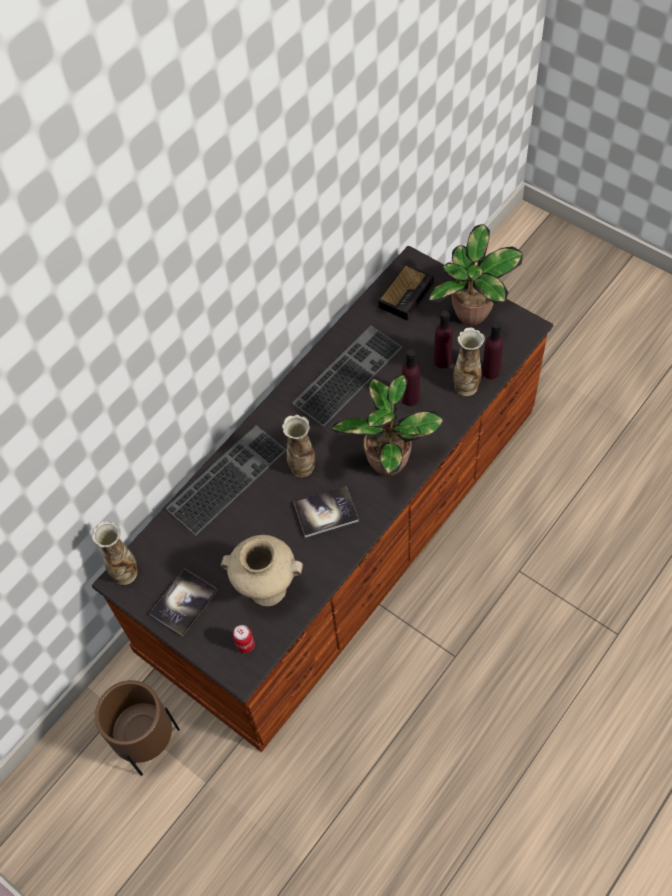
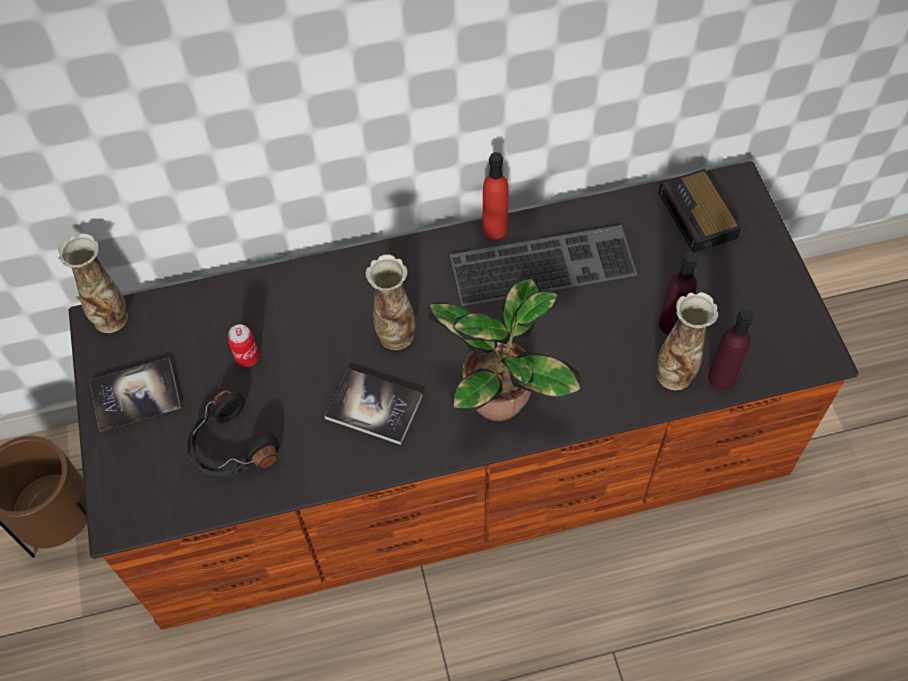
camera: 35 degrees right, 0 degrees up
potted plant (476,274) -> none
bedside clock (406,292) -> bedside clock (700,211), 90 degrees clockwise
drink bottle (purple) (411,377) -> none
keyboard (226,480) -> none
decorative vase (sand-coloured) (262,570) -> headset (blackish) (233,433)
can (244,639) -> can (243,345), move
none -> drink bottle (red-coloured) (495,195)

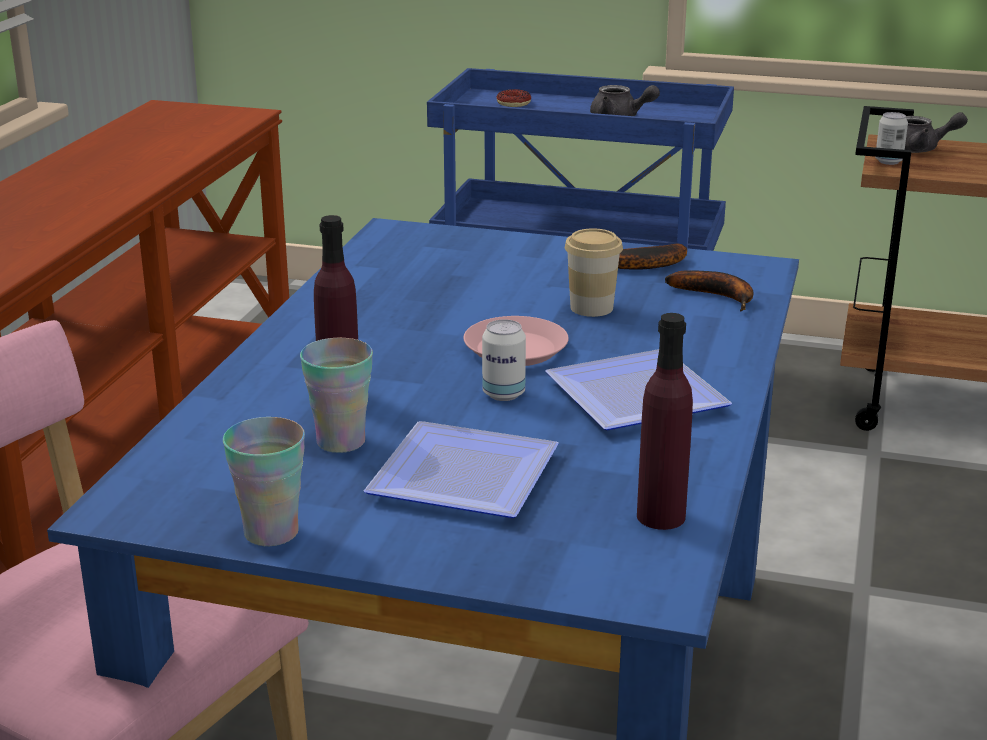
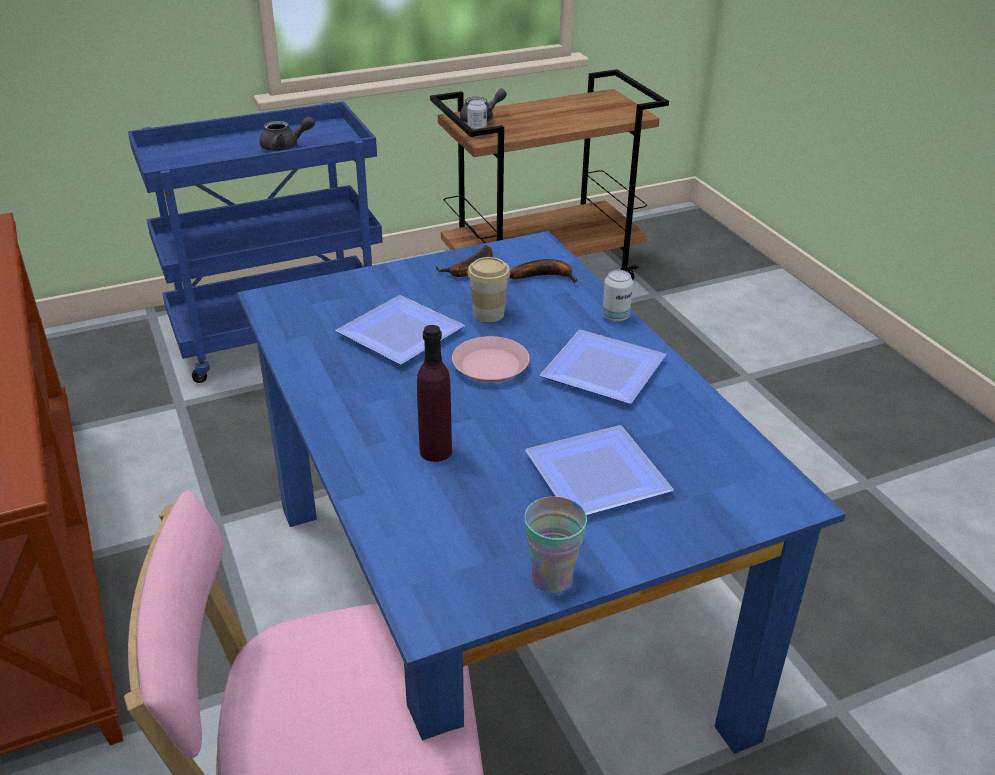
camera: 40 degrees left, 10 degrees up
doughnut (513,98) -> none
drink bottle (purple) (665,421) -> none
can (504,360) -> can (617,296), move
cup (336,395) -> none
none -> plate (400,330)

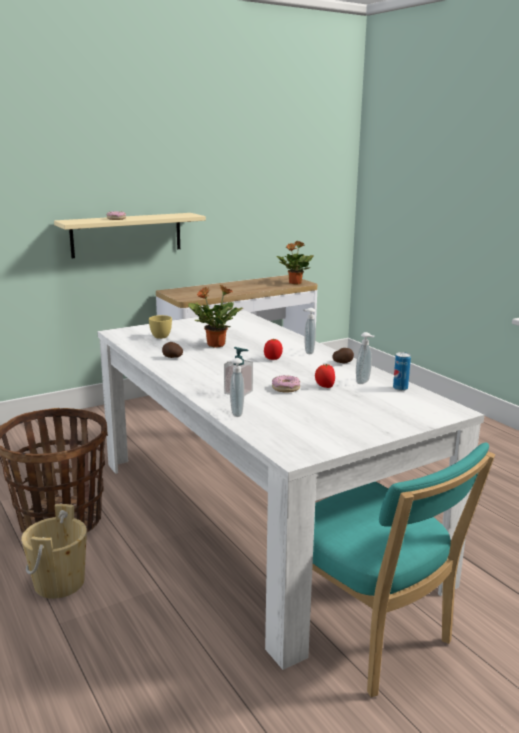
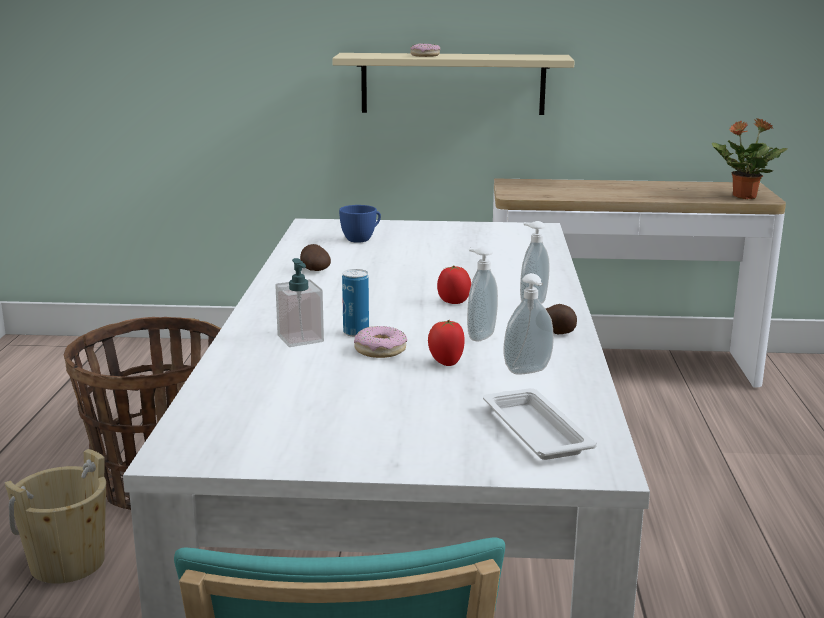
camera: 35 degrees right, 0 degrees up
potted plant (215,316) -> none
cup (yellow) (160,327) -> cup (blue) (360,224)
can (402,371) -> can (355,303), move
liquid soap bottle (235,387) -> liquid soap bottle (482,294), move
none -> carrying tray (white-coloured) (540,424)

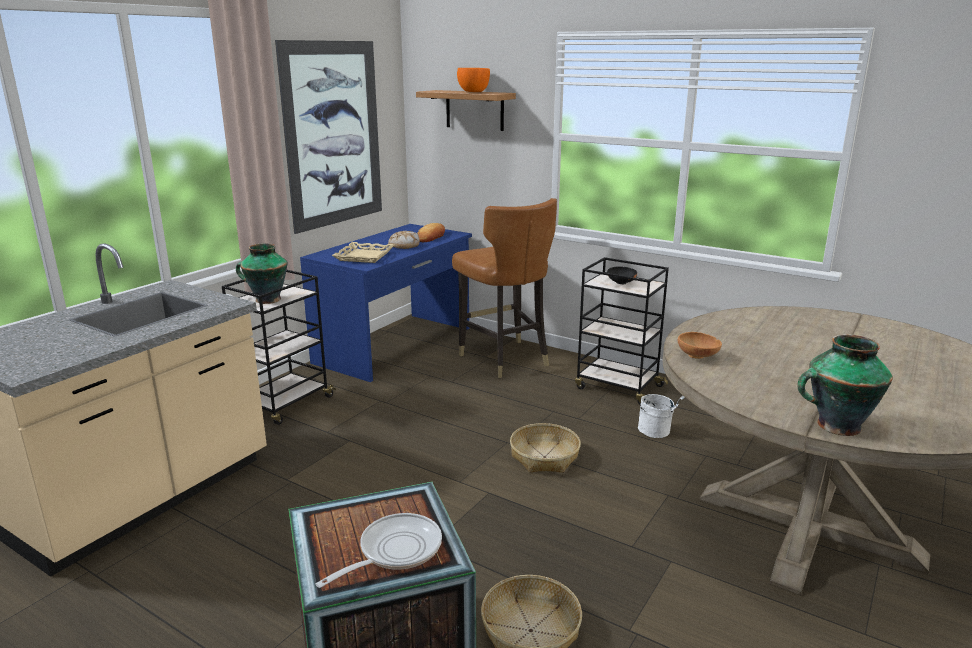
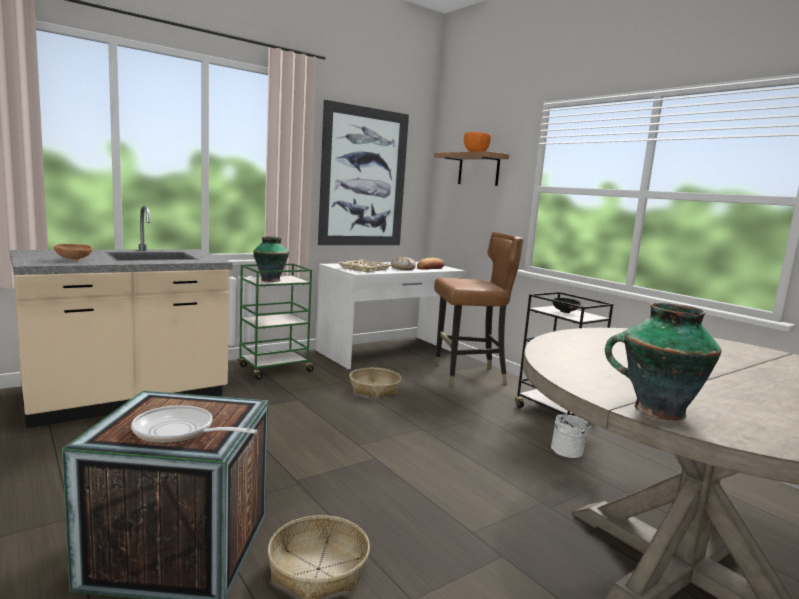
camera: 20 degrees right, 10 degrees down
chair (brownish) (504,288) -> chair (brownish) (479,309), 90 degrees counterclockwise
desk unit (blue) (386,303) -> desk unit (white-coloured) (391,315)
trolley (blackish) (279,347) -> trolley (green-coloured) (277,322)
bowl (brownish) (700,345) -> bowl (brownish) (73,252), move
basket (545,448) -> basket (375,383), move
frying pan (378,550) -> frying pan (194,424), 135 degrees counterclockwise

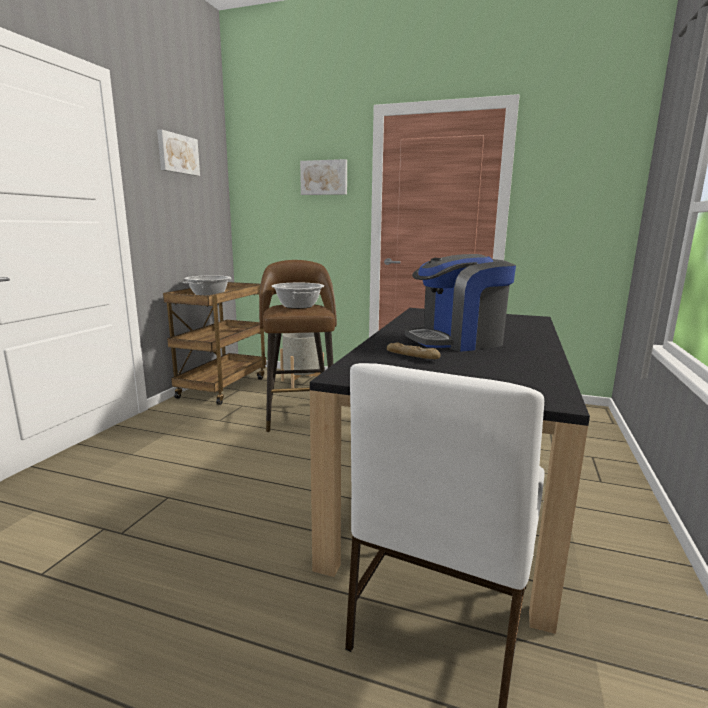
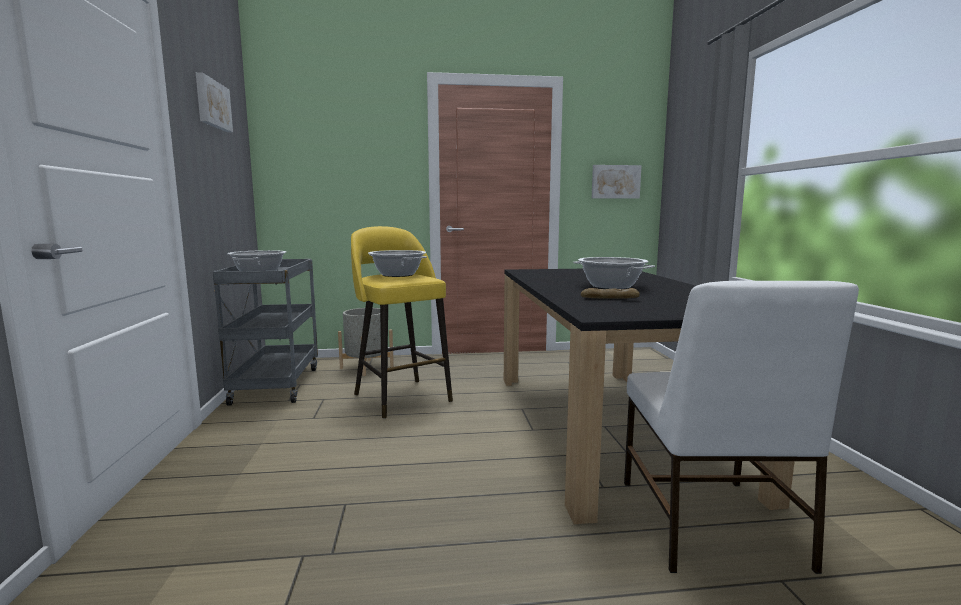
camera: 25 degrees left, 5 degrees down
wall picture (323,177) -> wall picture (617,182), move
coffee maker (460,303) -> saucepot (614,273)
stool seat (brownish) (298,346) -> stool seat (yellow) (402,322)
trolley (brownish) (214,343) -> trolley (gray) (265,332)

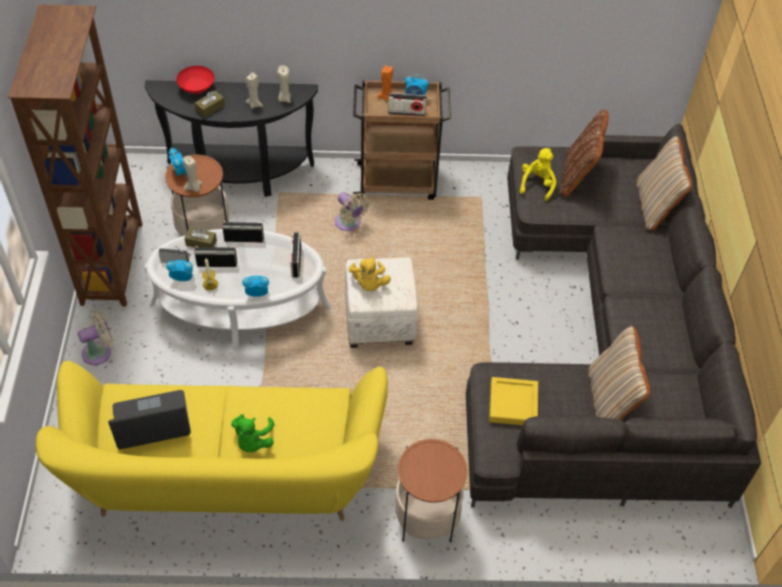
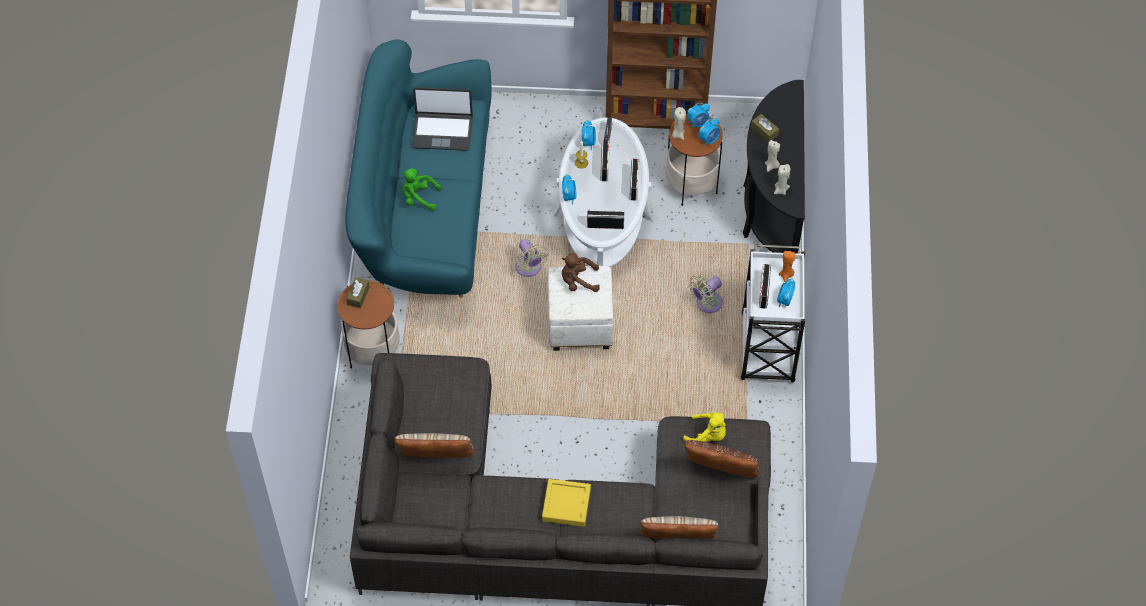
camera: 95 degrees right, 5 degrees up
bowl (red-coloured) (195,80) -> none
trolley (brownish) (402,140) -> trolley (white-coloured) (773,313)
tissue box (brownish) (201,238) -> tissue box (brownish) (358,292), move
cuddly toy (yellow) (370,274) -> cuddly toy (brownish) (581,272)
electric fan (sand-coloured) (96,338) -> electric fan (sand-coloured) (532,258), move
sofa (yellow) (212,441) -> sofa (turquoise) (418,168)
carrying tray (yellow) (513,401) -> carrying tray (yellow) (566,503), move
laptop (149,419) -> laptop (442,119), 105 degrees clockwise
none -> bedside clock (709,132)

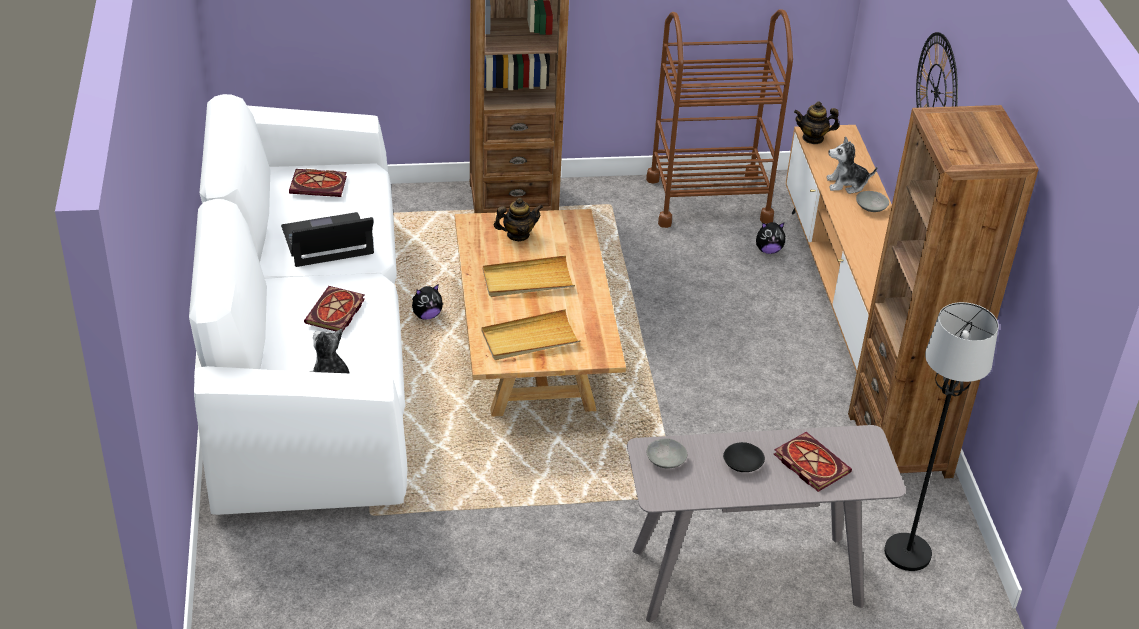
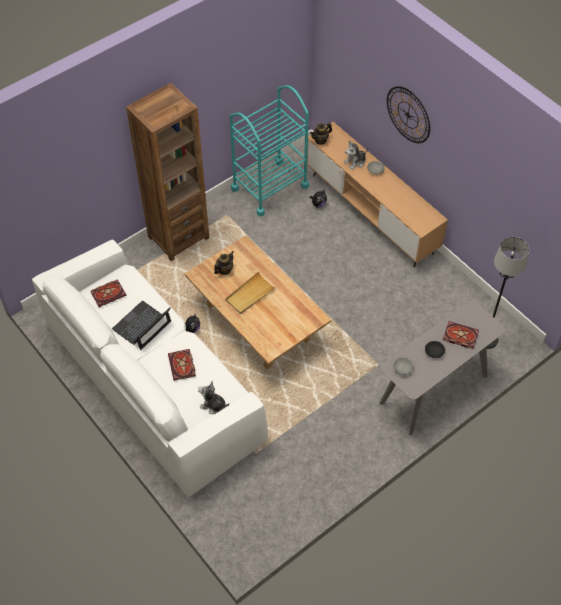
camera: 30 degrees left, 15 degrees up
trolley (brownish) (719,118) -> trolley (turquoise) (269,151)
bookshelf (brownish) (943,291) -> none
carrying tray (sand-coloured) (531,334) -> none

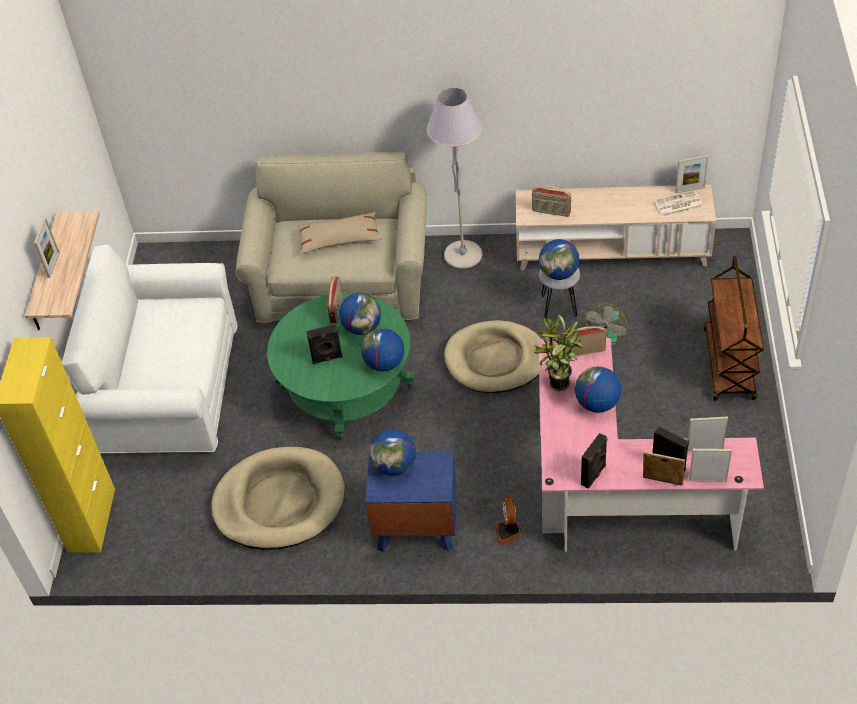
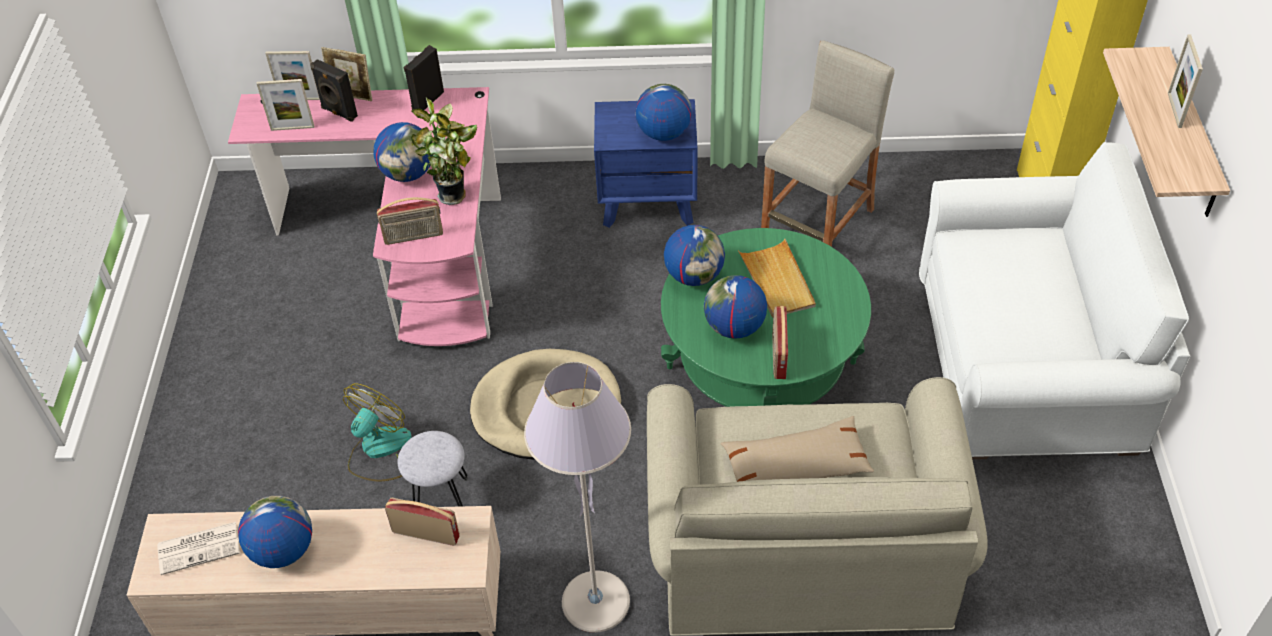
camera: 175 degrees right, 0 degrees up
picture frame (691,174) -> none
world globe (559,259) -> world globe (275,532), move
trolley (brownish) (734,328) -> none
audio speaker (blackish) (324,344) -> carrying tray (sand-coloured) (777,278)
pet bed (sand-coloured) (278,498) -> stool seat (sand-coloured) (827,143)
electric fan (508,521) -> none

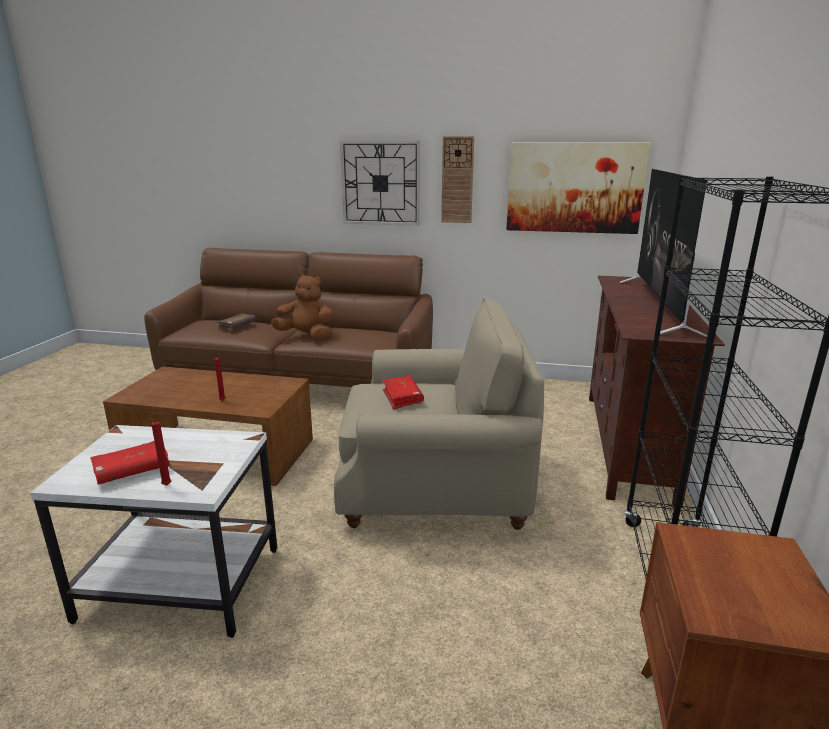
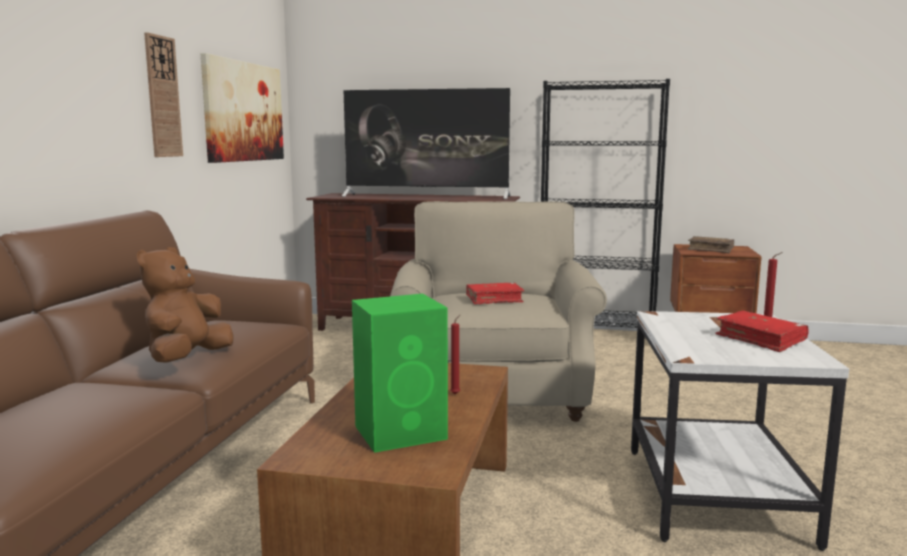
camera: 90 degrees left, 10 degrees down
wall clock (380,183) -> none
bound book (brownish) (236,321) -> bound book (brownish) (711,244), move
none -> audio speaker (green-coloured) (400,373)

